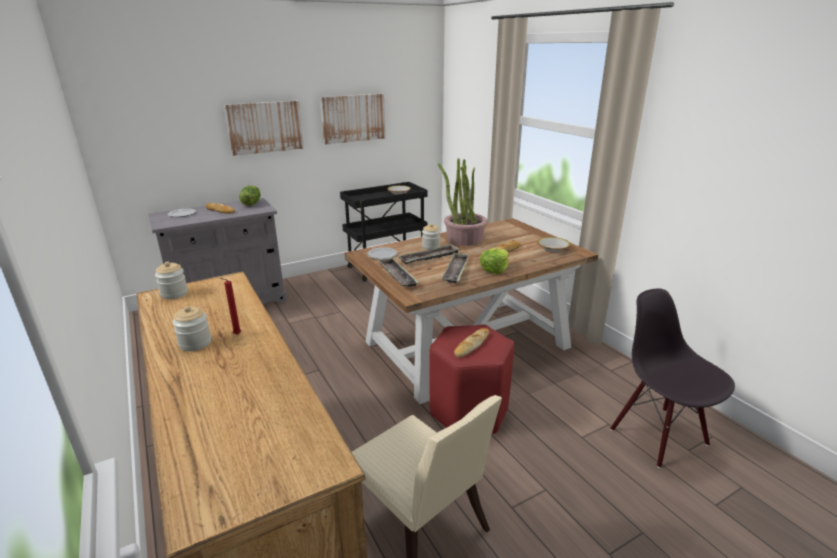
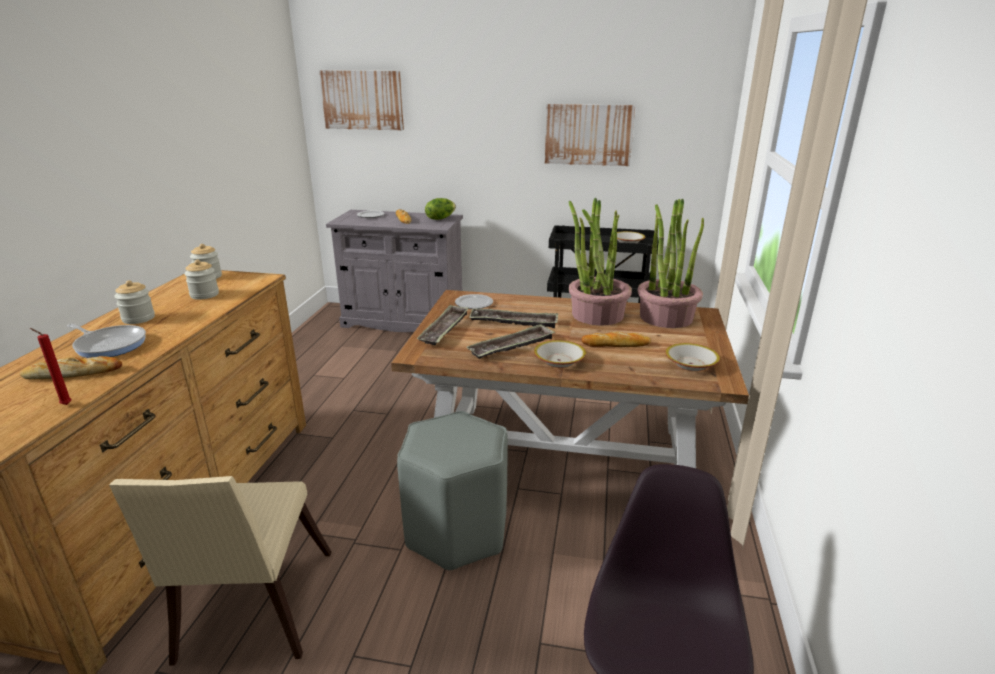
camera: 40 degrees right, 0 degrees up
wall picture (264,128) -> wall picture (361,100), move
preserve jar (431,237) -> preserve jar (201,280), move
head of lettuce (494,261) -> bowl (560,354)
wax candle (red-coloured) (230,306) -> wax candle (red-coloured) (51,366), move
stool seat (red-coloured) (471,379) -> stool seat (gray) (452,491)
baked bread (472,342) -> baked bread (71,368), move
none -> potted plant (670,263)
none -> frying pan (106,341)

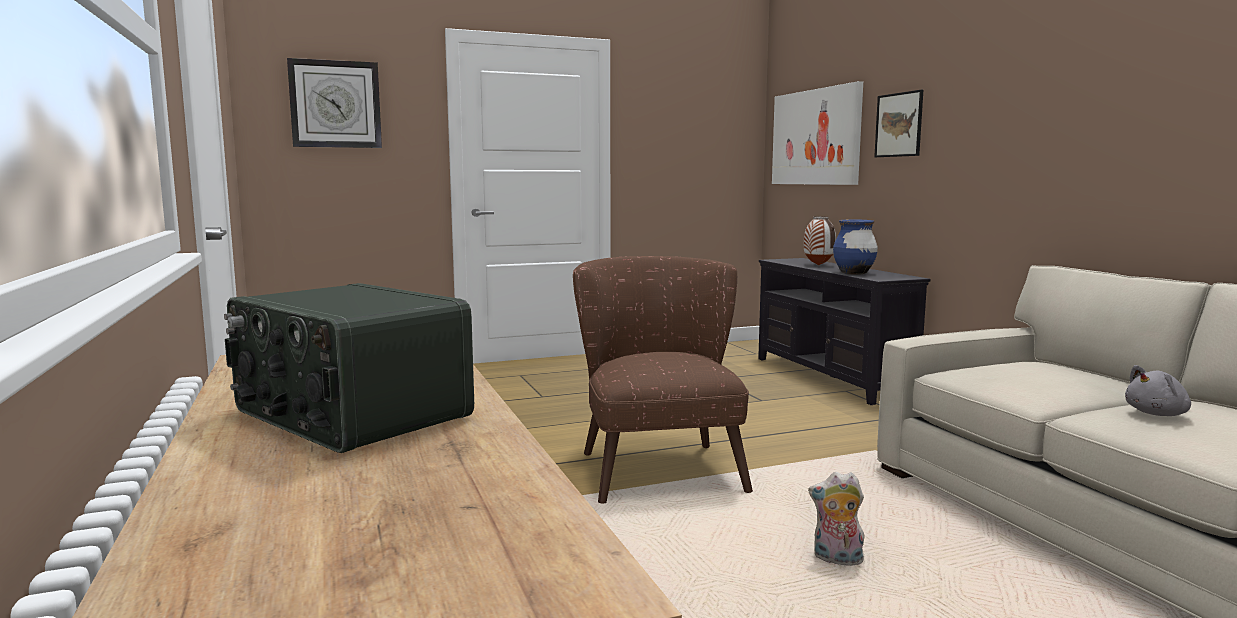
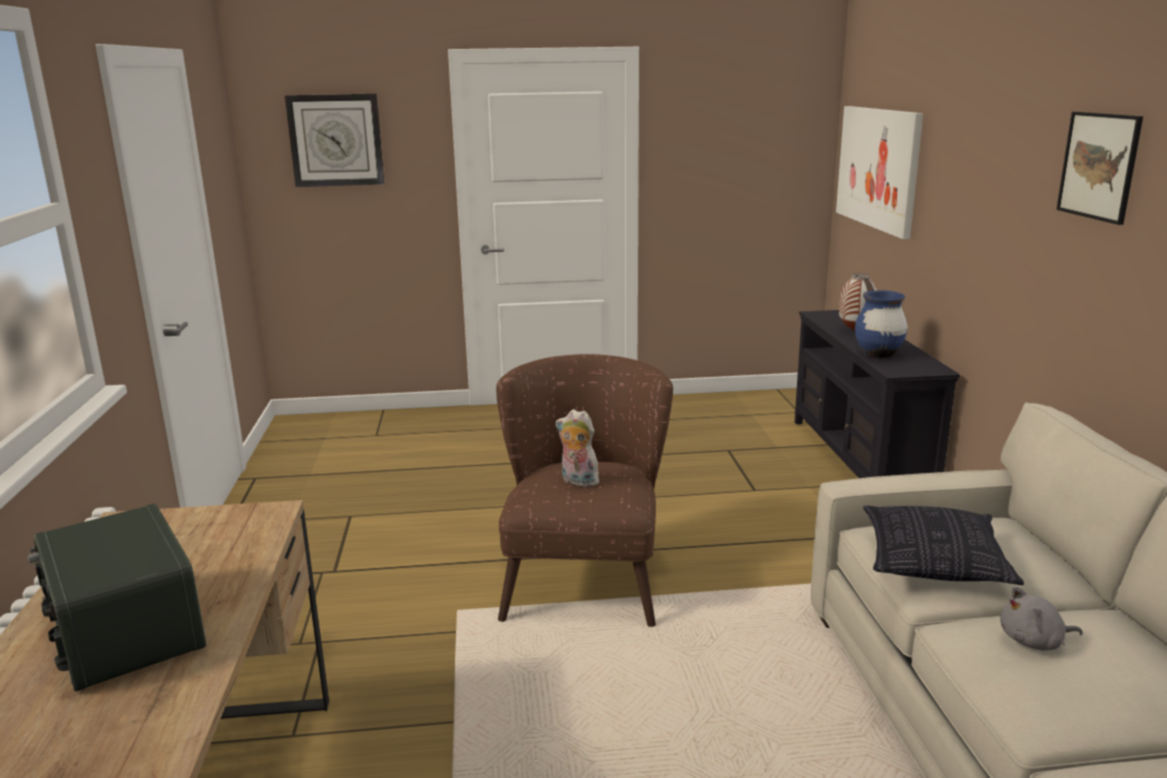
camera: 15 degrees right, 10 degrees up
wall picture (898,123) -> wall picture (1099,168), move
cuddly toy (836,519) -> cuddly toy (578,448), move
none -> throw pillow (943,545)

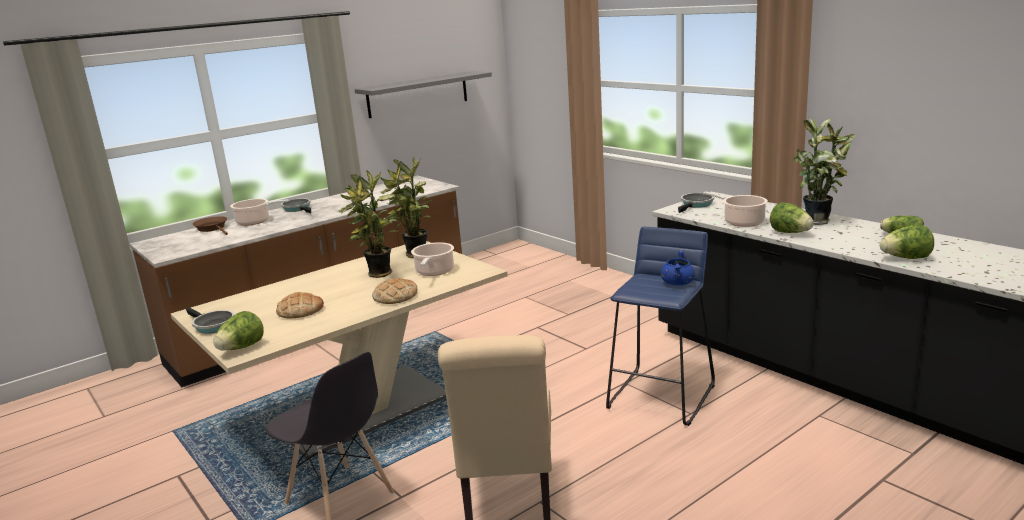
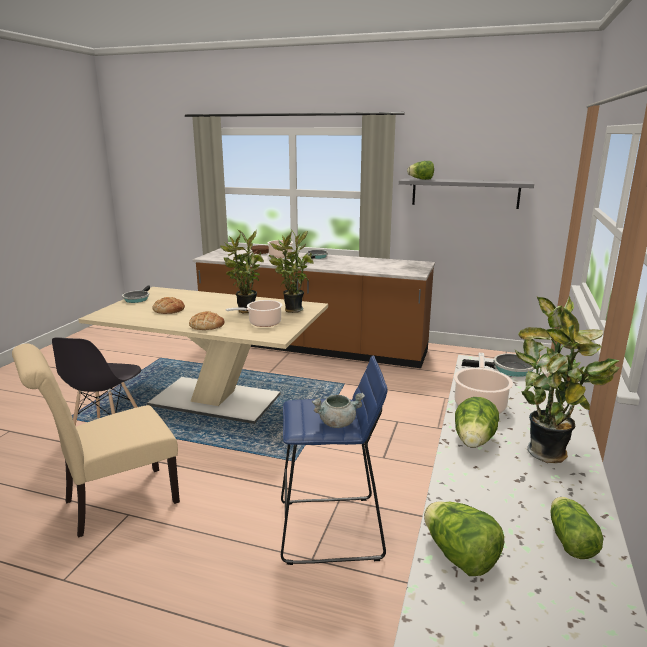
camera: 55 degrees right, 0 degrees up
saucepot (blue) (678,268) -> saucepot (gray) (338,410)
head of lettuce (238,330) -> head of lettuce (420,170), move

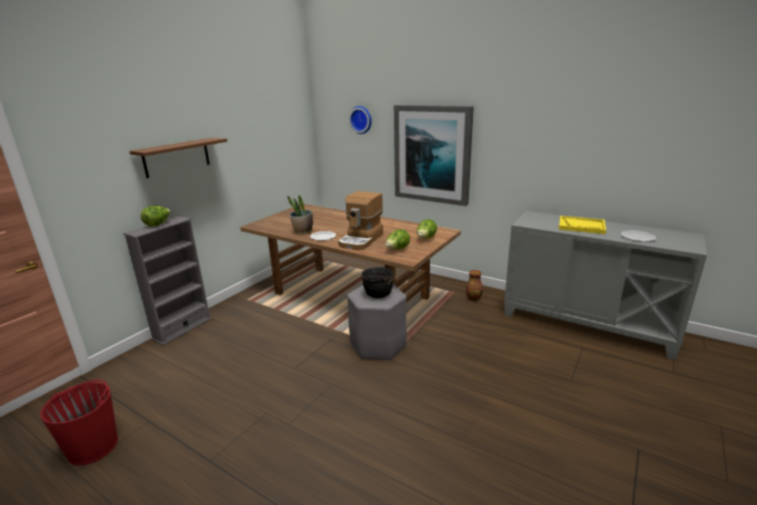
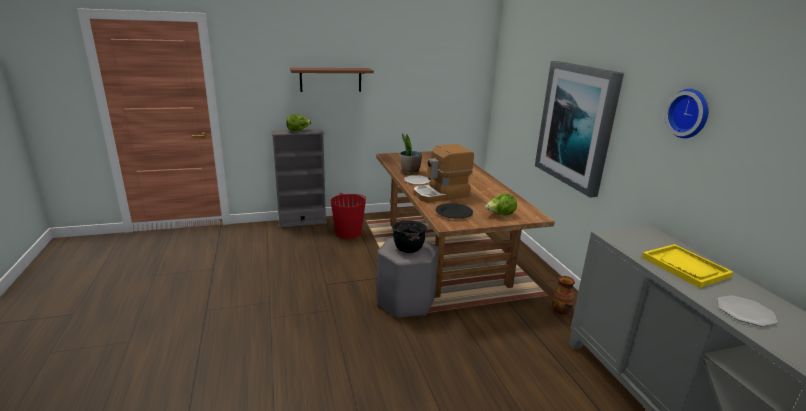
camera: 40 degrees right, 0 degrees up
wall clock (360,120) -> wall clock (686,113), move
head of lettuce (397,239) -> plate (blackish) (454,211)
pail (red-coloured) (79,422) -> pail (red-coloured) (348,216), move

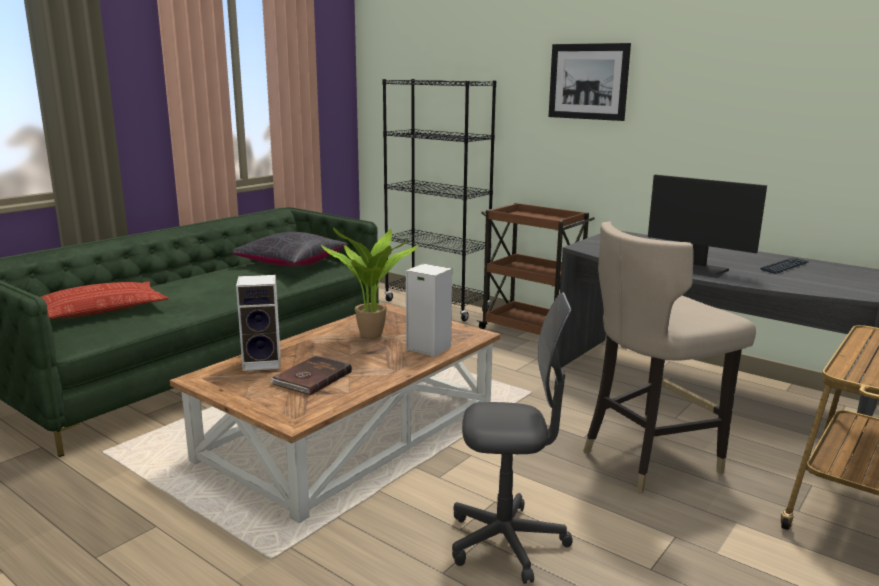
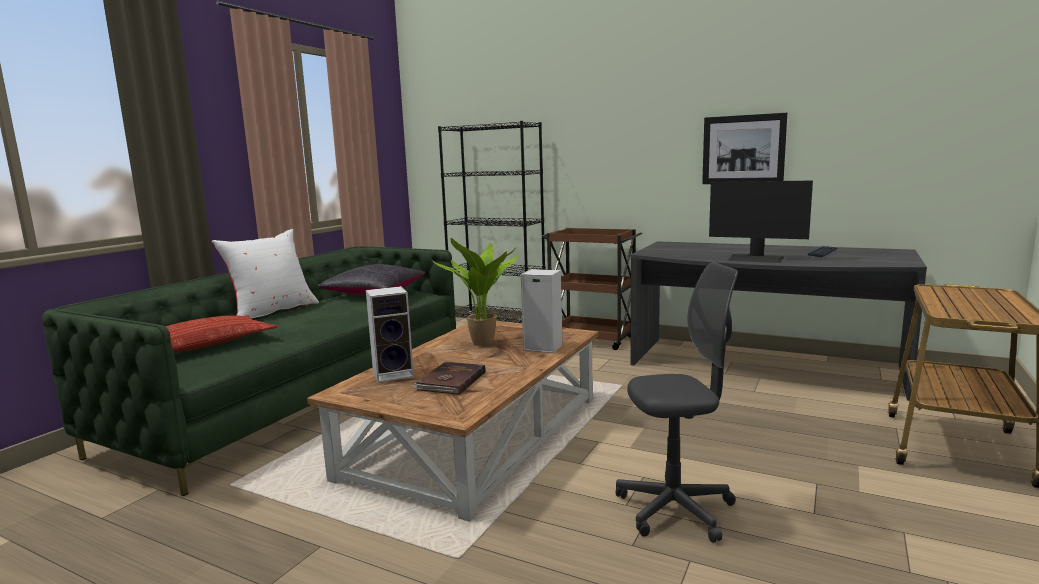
camera: 10 degrees left, 5 degrees down
wall picture (590,82) -> wall picture (744,148), move
stool seat (sand-coloured) (669,357) -> none
none -> throw pillow (white-coloured) (265,274)

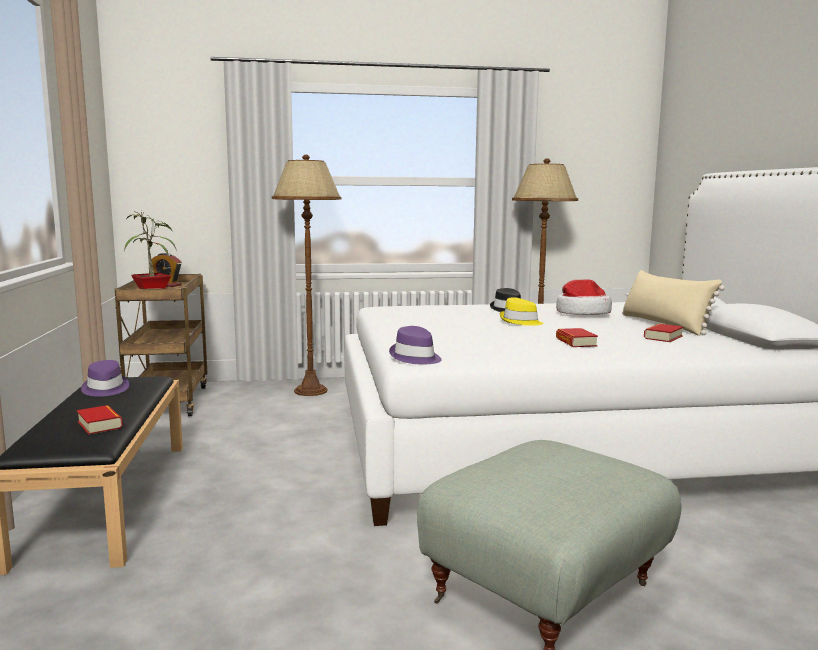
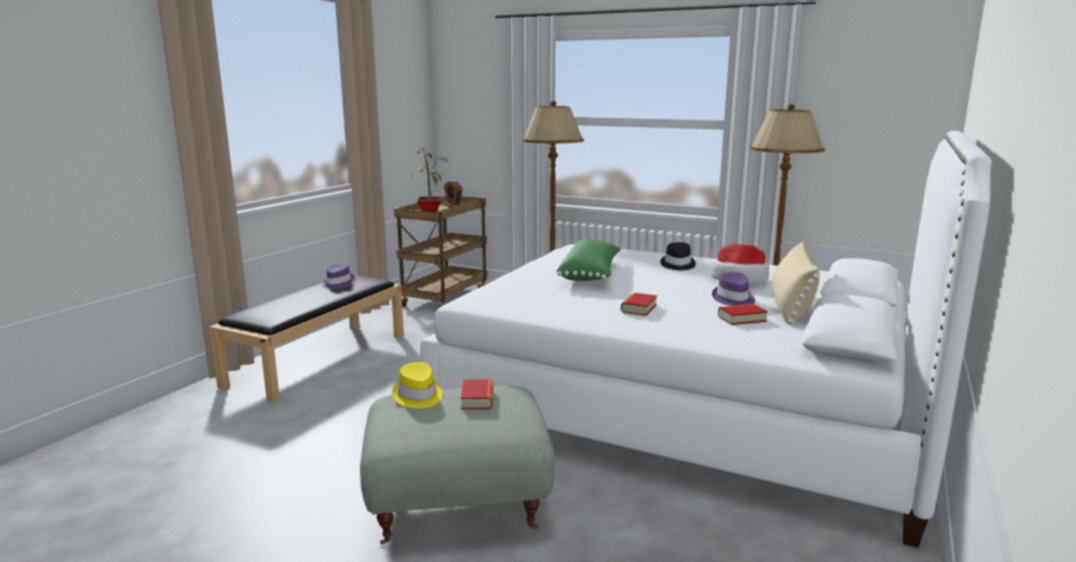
camera: 35 degrees right, 5 degrees up
clothing hat (yellow) (522,311) -> clothing hat (yellow) (417,385), move
clothing hat (purple) (415,345) -> clothing hat (purple) (733,289), move
bound book (100,420) -> bound book (477,394), move
none -> throw pillow (green-coloured) (588,260)

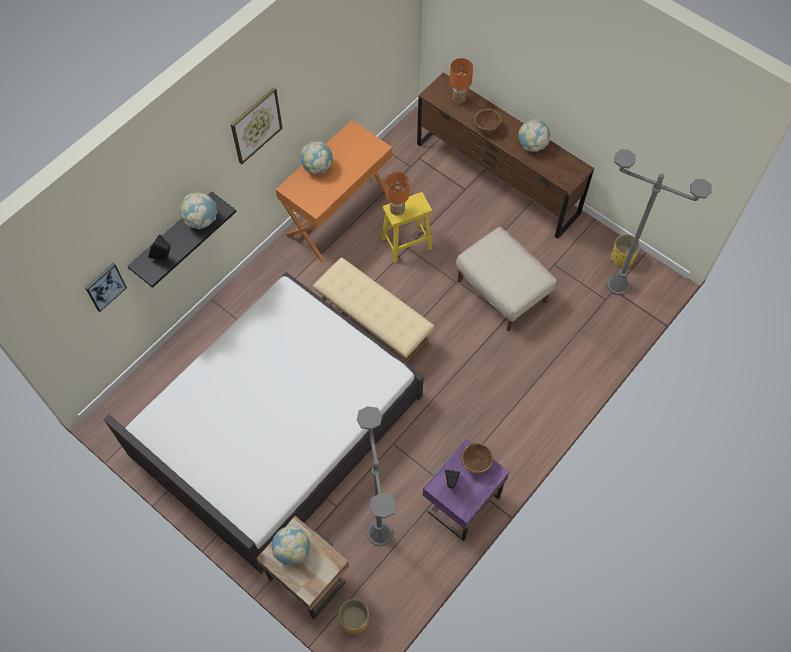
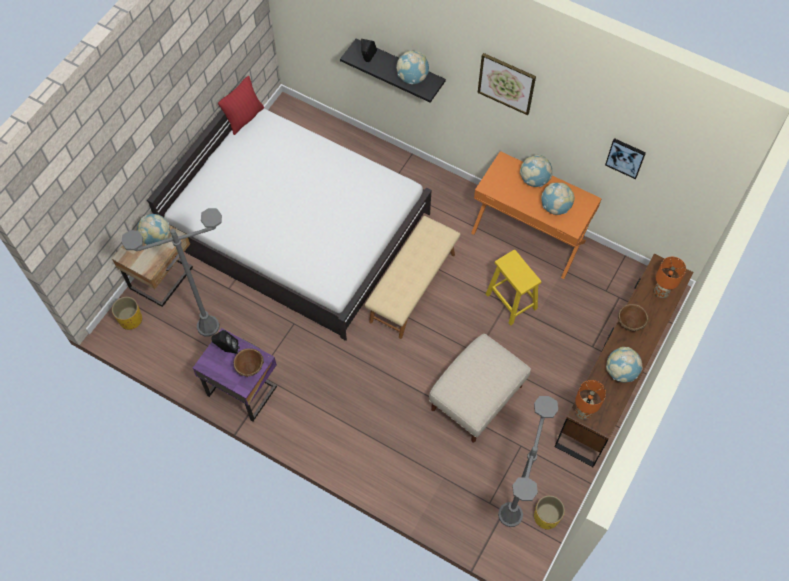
camera: 80 degrees right, 0 degrees up
lamp for a table (orange) (397,194) -> lamp for a table (orange) (590,400), move
wall picture (106,287) -> wall picture (625,158), move
none -> throw pillow (red-coloured) (241,105)
none -> world globe (558,199)

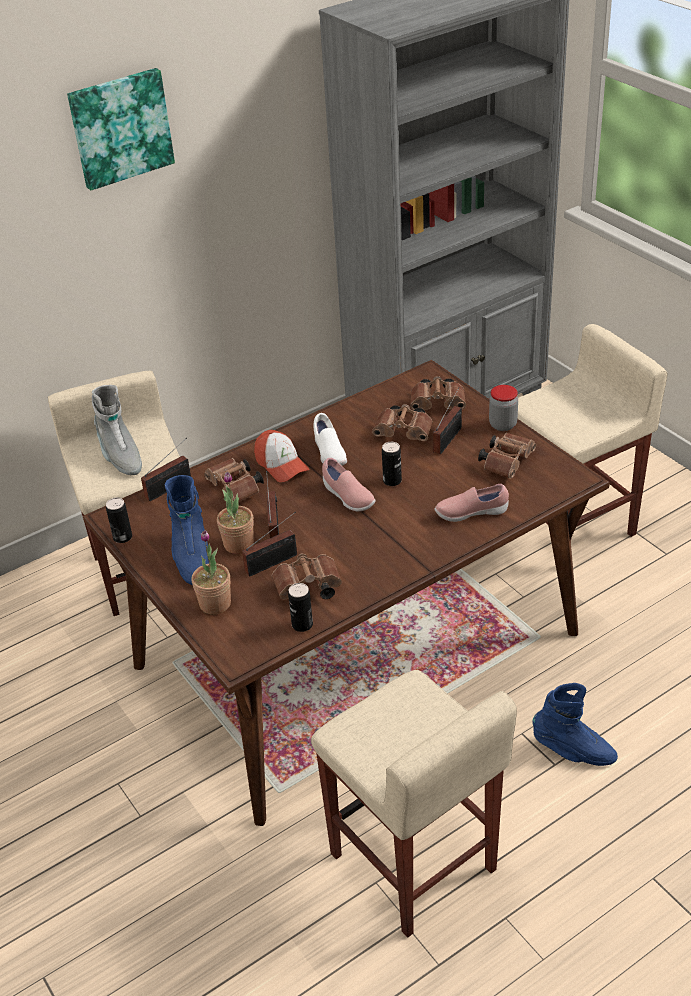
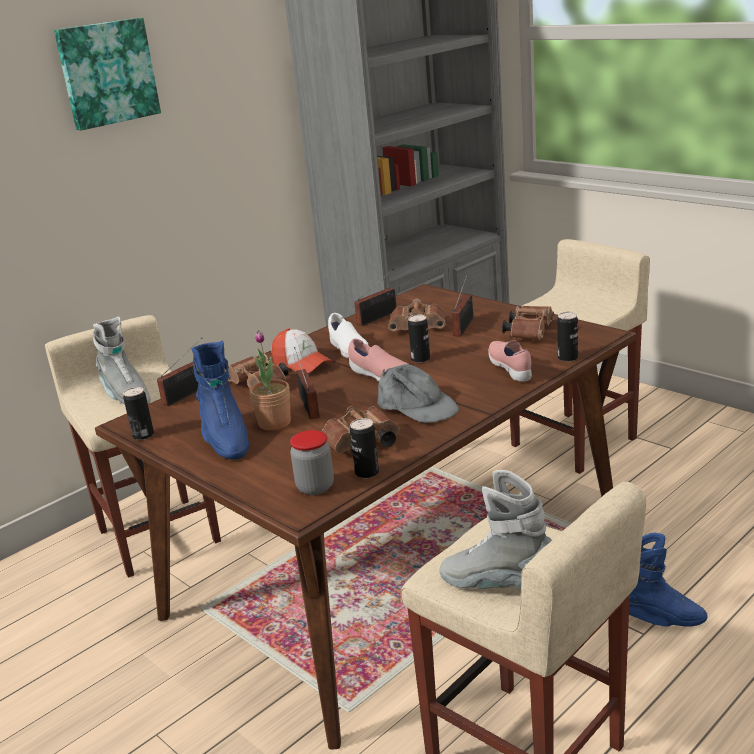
camera: 10 degrees left, 15 degrees down
binoculars (brownish) (438,393) -> none
preserve jar (503,408) -> preserve jar (312,462), move
item of footwear (pink) (472,503) -> item of footwear (pink) (510,361), 90 degrees clockwise
radio set (269,544) -> radio set (375,297), move
potted plant (211,572) -> none
none -> can (567,337)
none -> cap (gray) (418,393)
none -> tall boot (gray) (495,529)

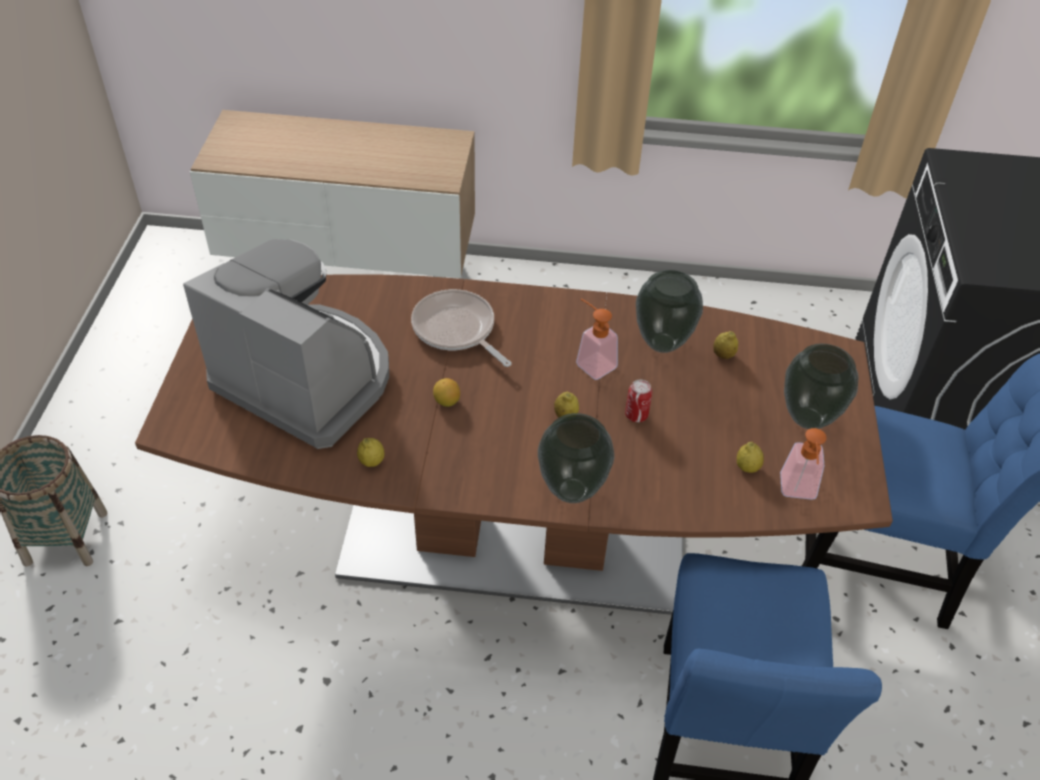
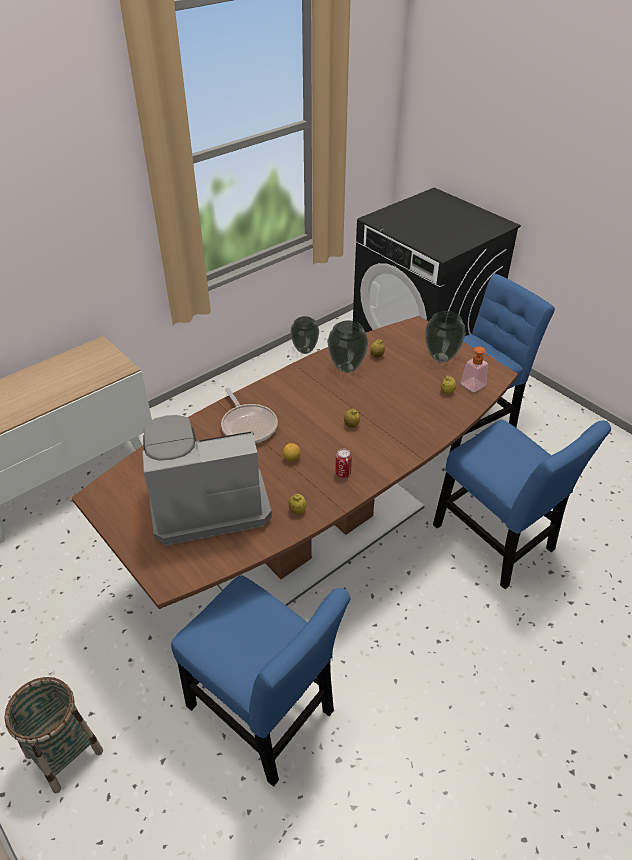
camera: 45 degrees left, 5 degrees down
frying pan (461,328) -> frying pan (249,416), 120 degrees counterclockwise
liquid soap bottle (597,339) -> none
can (638,401) -> can (343,463), move
decorative vase (576,458) -> decorative vase (304,335), move
none -> chair (blue) (261,681)

